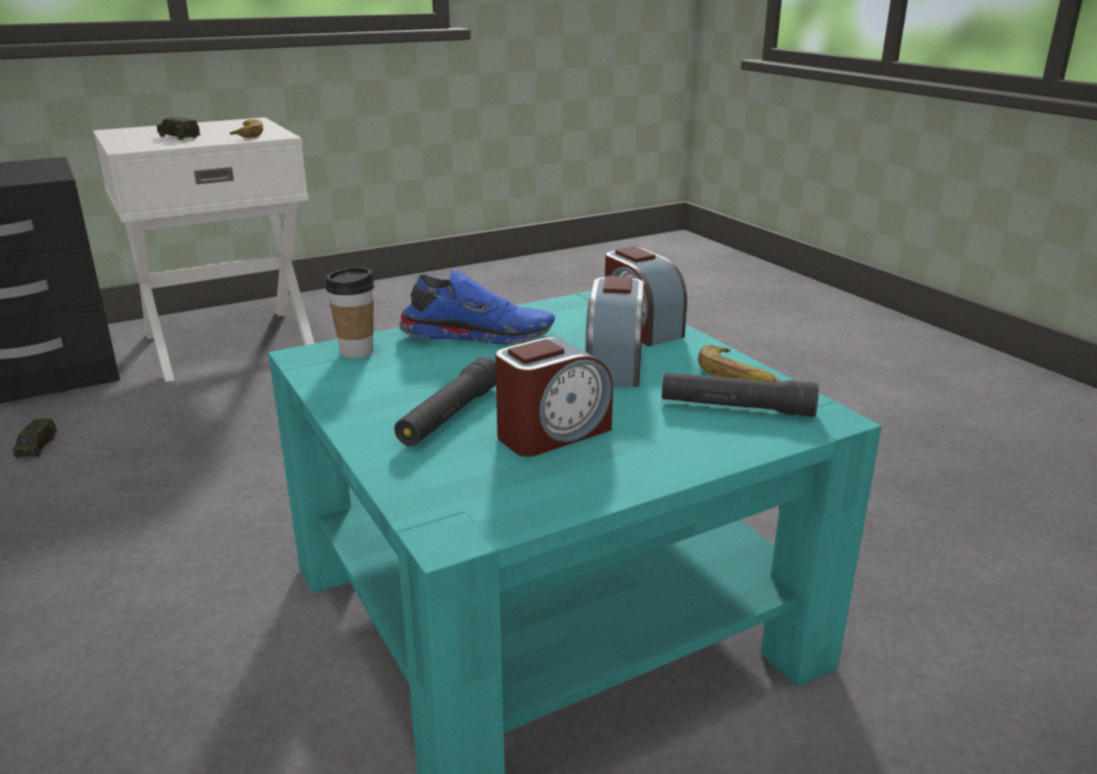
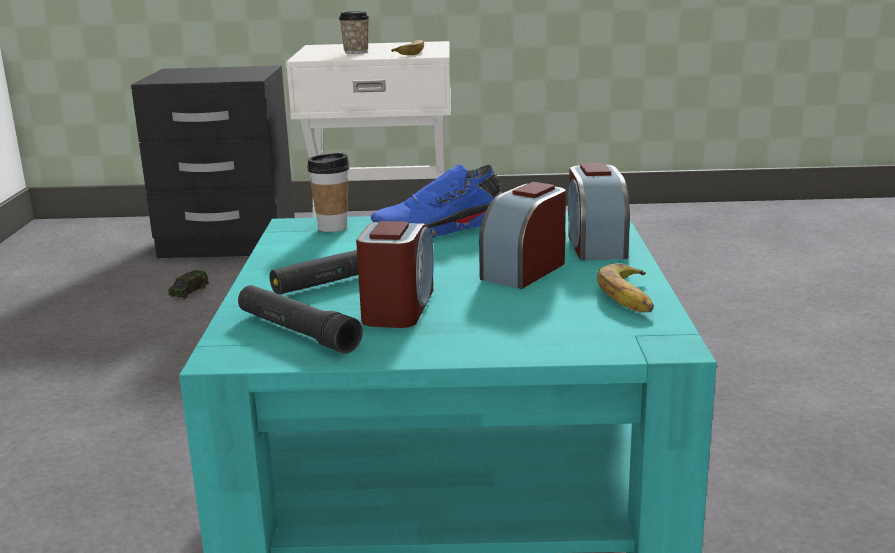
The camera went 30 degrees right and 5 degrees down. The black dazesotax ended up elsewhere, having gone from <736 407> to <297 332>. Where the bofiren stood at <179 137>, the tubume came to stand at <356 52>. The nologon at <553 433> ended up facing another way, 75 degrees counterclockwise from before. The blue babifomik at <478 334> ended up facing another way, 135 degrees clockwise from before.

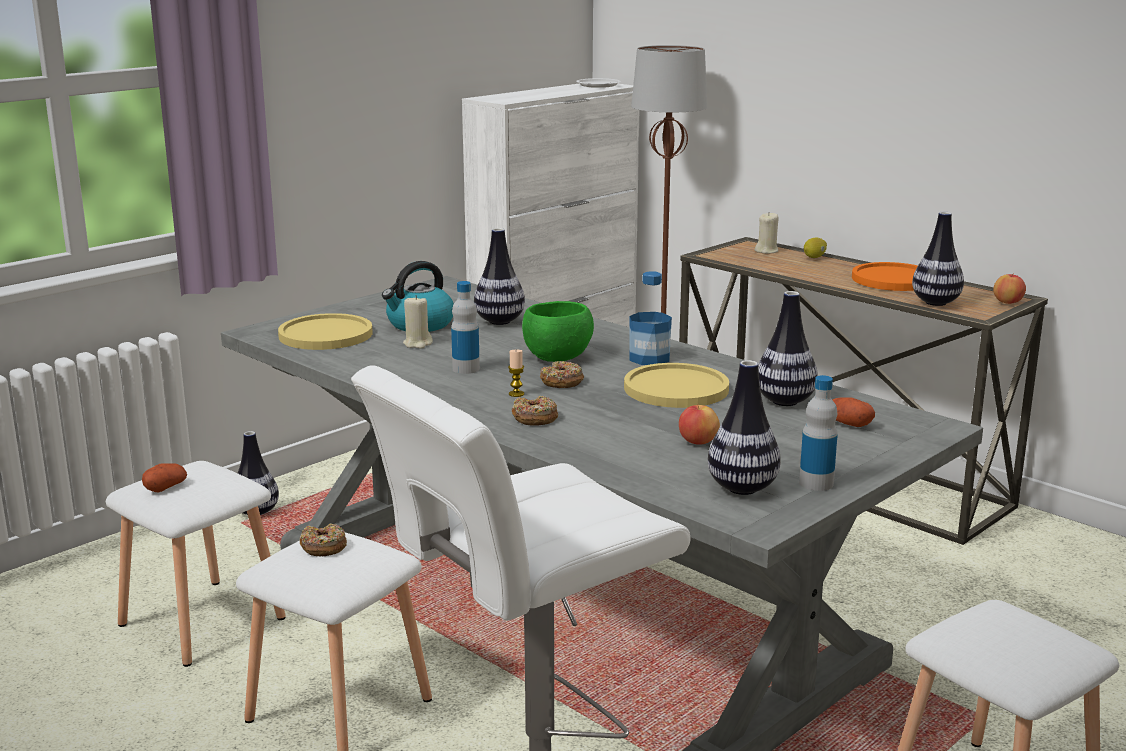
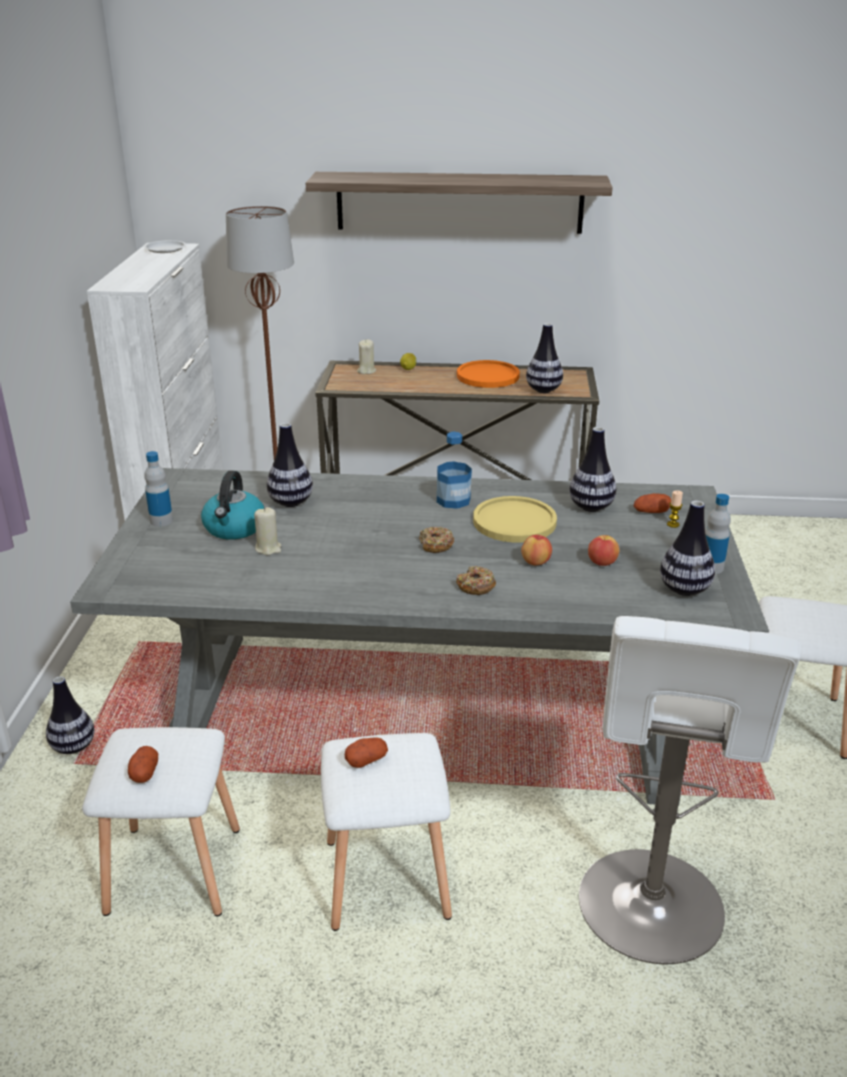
The camera went 40 degrees left and 10 degrees up. The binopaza ended up elsewhere, having gone from <466 369> to <161 521>. The second view gained the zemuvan at <459 202>. Where the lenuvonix stood at <323 547>, the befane came to stand at <366 760>. The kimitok ended up elsewhere, having gone from <1008 302> to <535 562>. The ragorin ended up elsewhere, having gone from <516 394> to <673 524>. The second view lost the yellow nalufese at <325 334>. The second view lost the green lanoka at <556 358>.

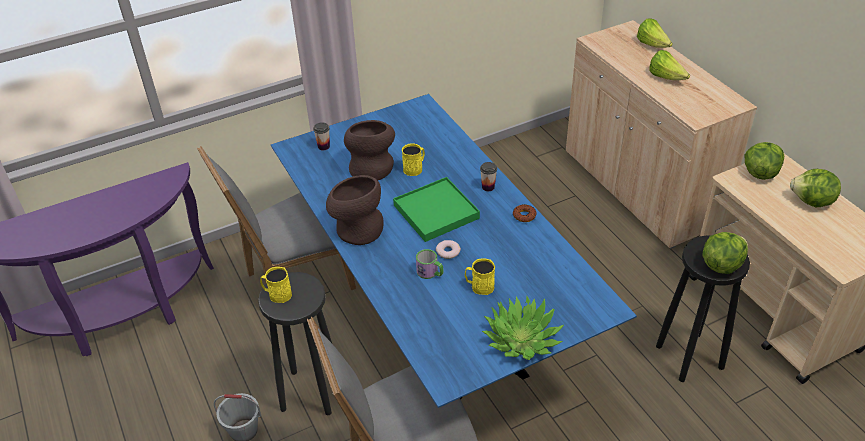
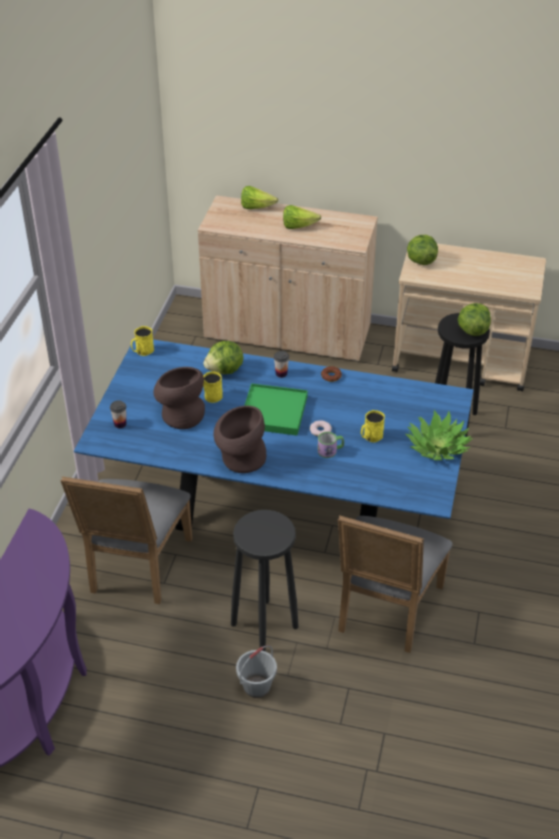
The camera went 50 degrees left and 0 degrees up. The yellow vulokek ended up elsewhere, having gone from <277 294> to <142 351>. The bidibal ended up elsewhere, having gone from <812 202> to <225 370>.

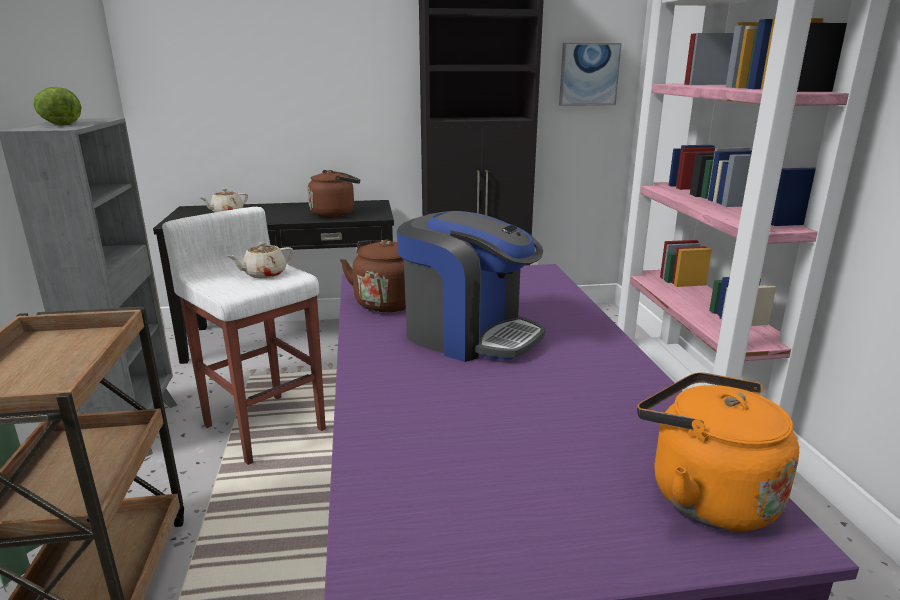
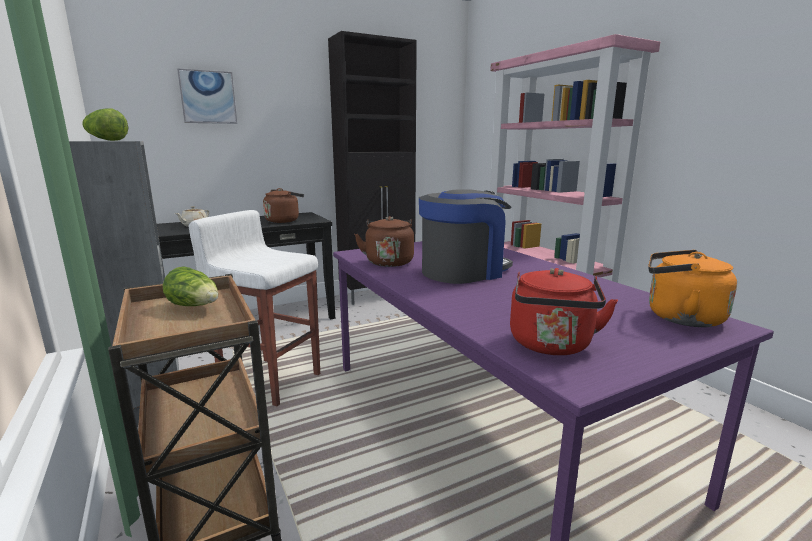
The camera went 20 degrees left and 5 degrees down. The second view gained the bidibal at <195 306>. The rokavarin ended up elsewhere, having gone from <589 74> to <208 97>. The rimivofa at <469 335> ended up facing another way, 45 degrees counterclockwise from before. The second view gained the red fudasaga at <551 346>. The second view lost the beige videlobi at <264 274>.

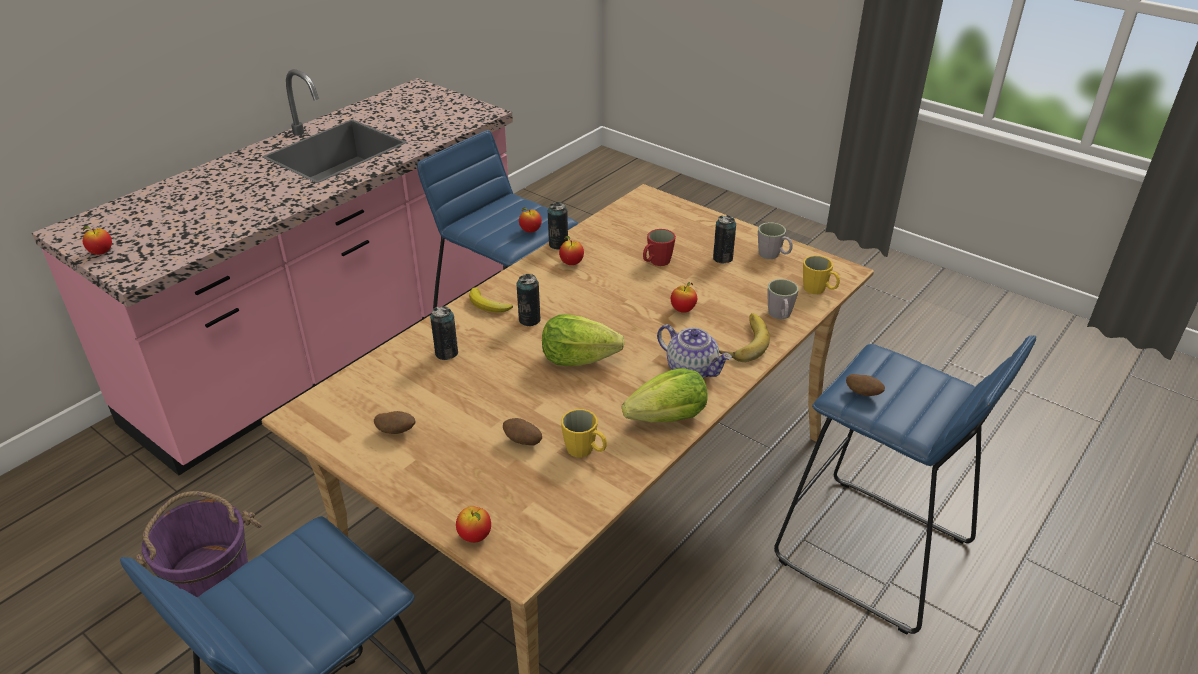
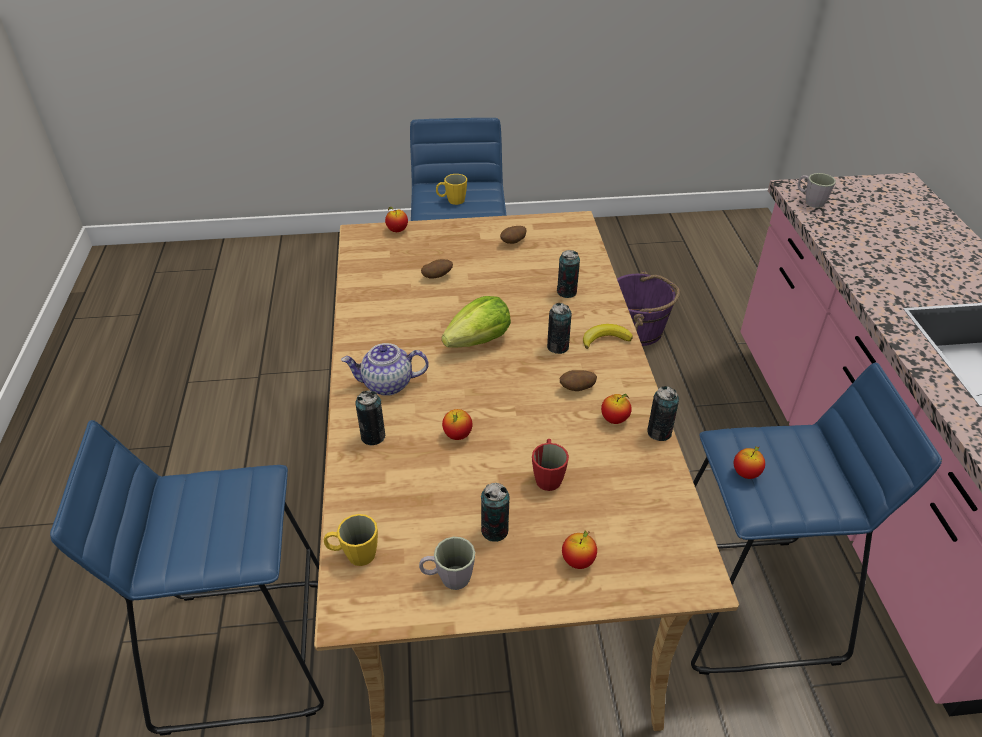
The camera went 135 degrees right and 5 degrees up. Where the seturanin stood at <743 341>, the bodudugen came to stand at <373 436>. The yellow vulokek ended up elsewhere, having gone from <585 451> to <452 200>. The befane ended up elsewhere, having gone from <863 394> to <577 389>. The kimitok ended up elsewhere, having gone from <101 252> to <578 561>. The grey vulokek ended up elsewhere, having gone from <780 316> to <810 201>. The second view lost the bidibal at <668 418>.

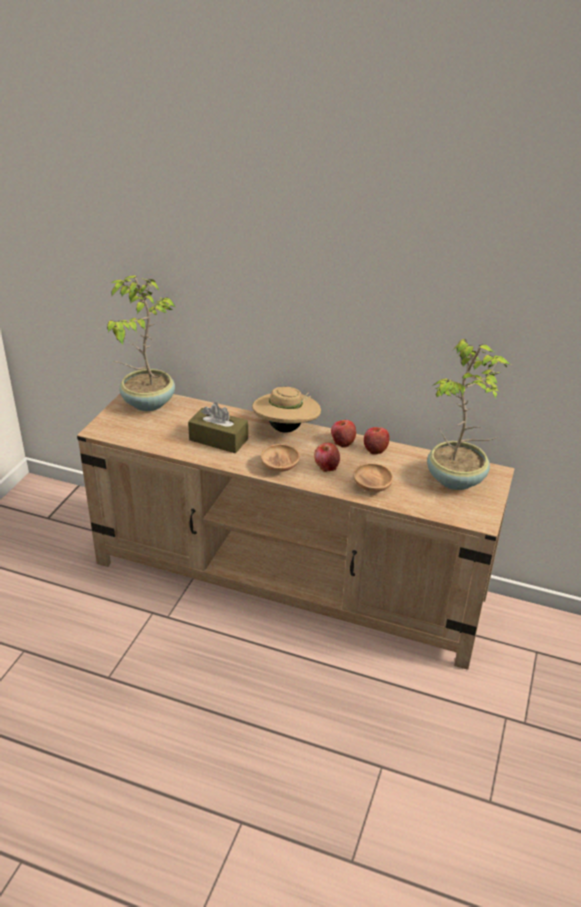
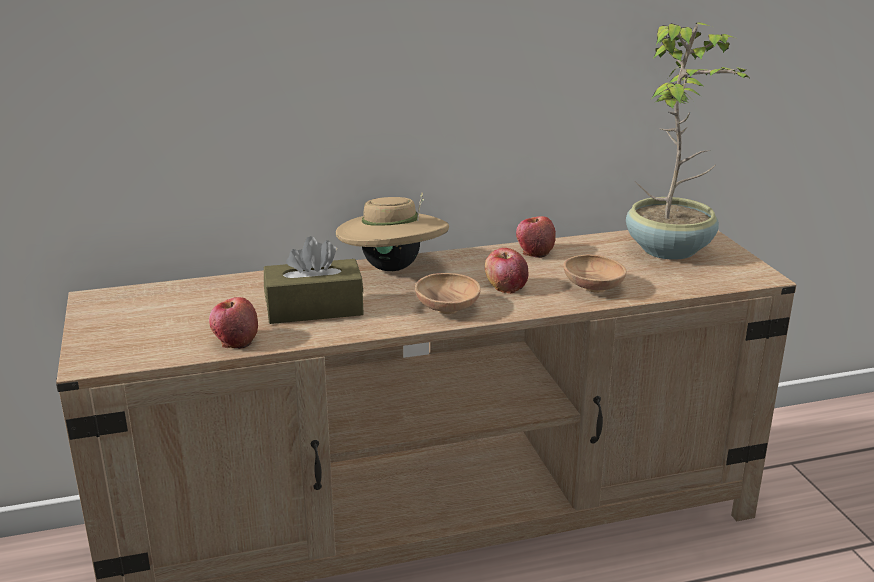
The camera went 35 degrees left and 10 degrees down. The kimitok ended up elsewhere, having gone from <342 441> to <235 340>. The second view lost the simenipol at <147 403>.

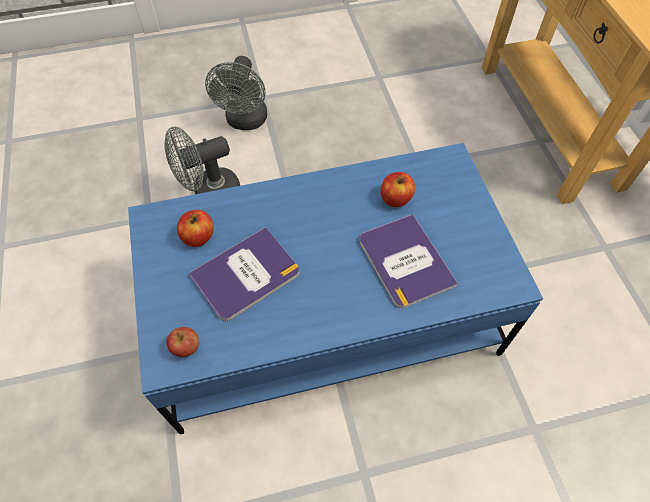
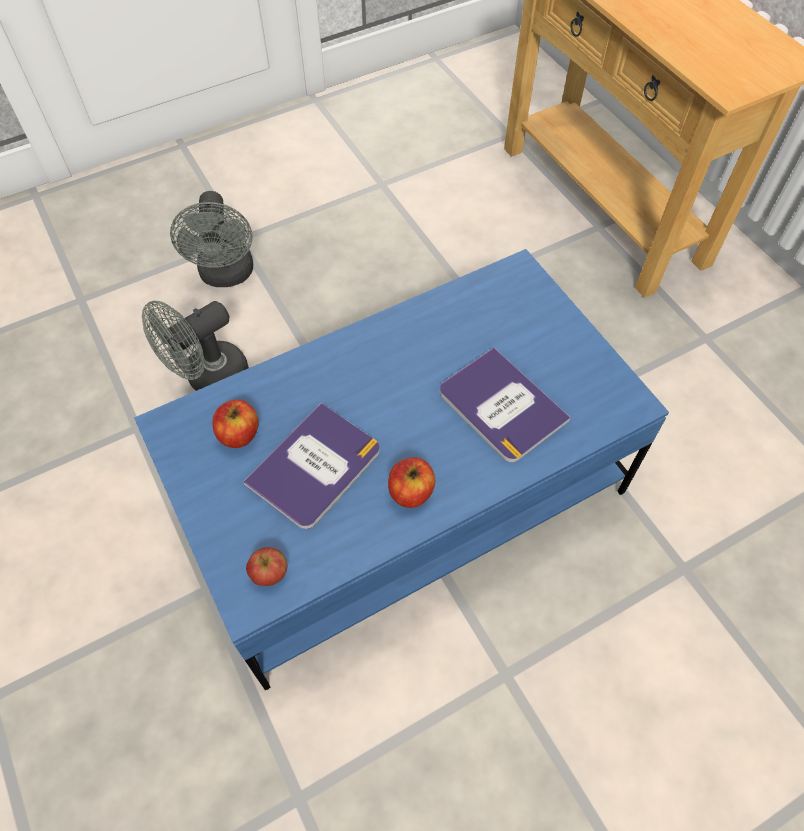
The camera went 15 degrees left and 0 degrees up. The kimitok ended up elsewhere, having gone from <395 198> to <411 492>.

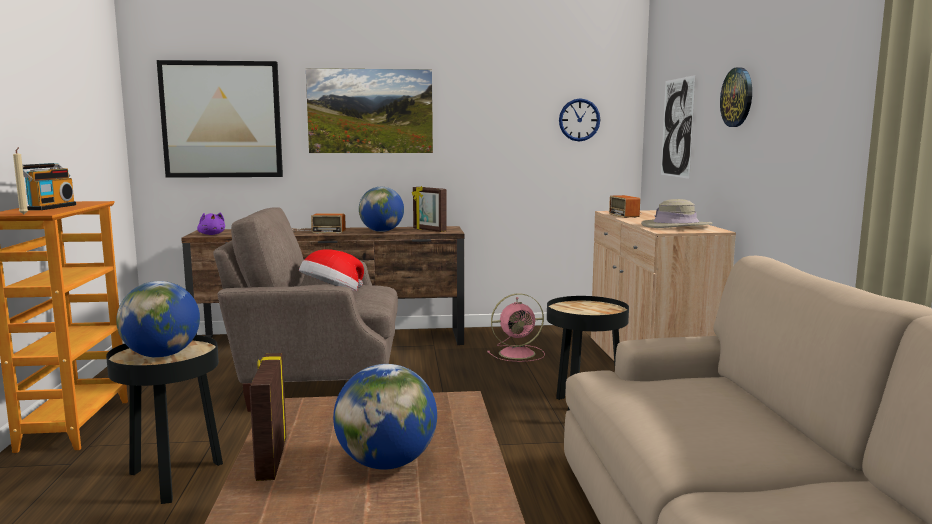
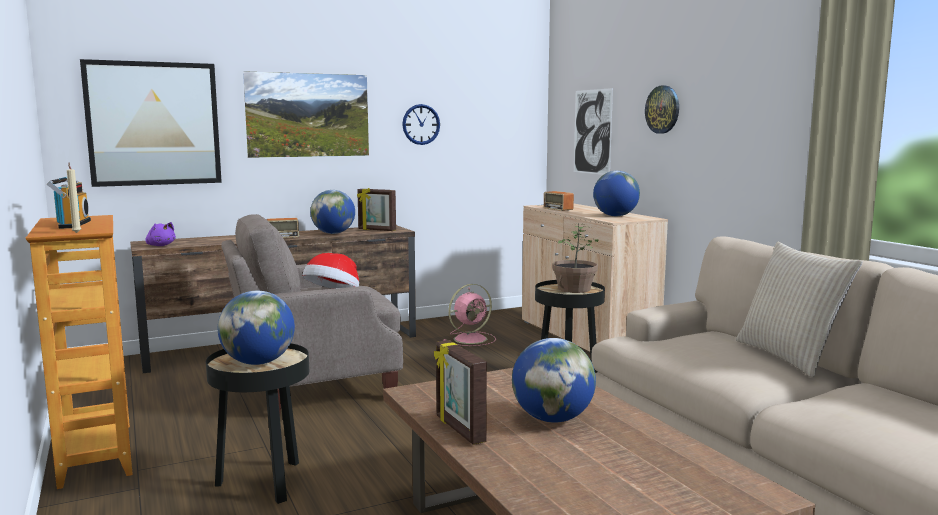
The camera went 20 degrees left and 0 degrees up. The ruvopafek ended up elsewhere, having gone from <579 120> to <421 124>. The second view gained the simenipol at <573 289>. Where the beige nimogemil stood at <676 226>, the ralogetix came to stand at <615 216>. The second view gained the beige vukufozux at <789 357>.

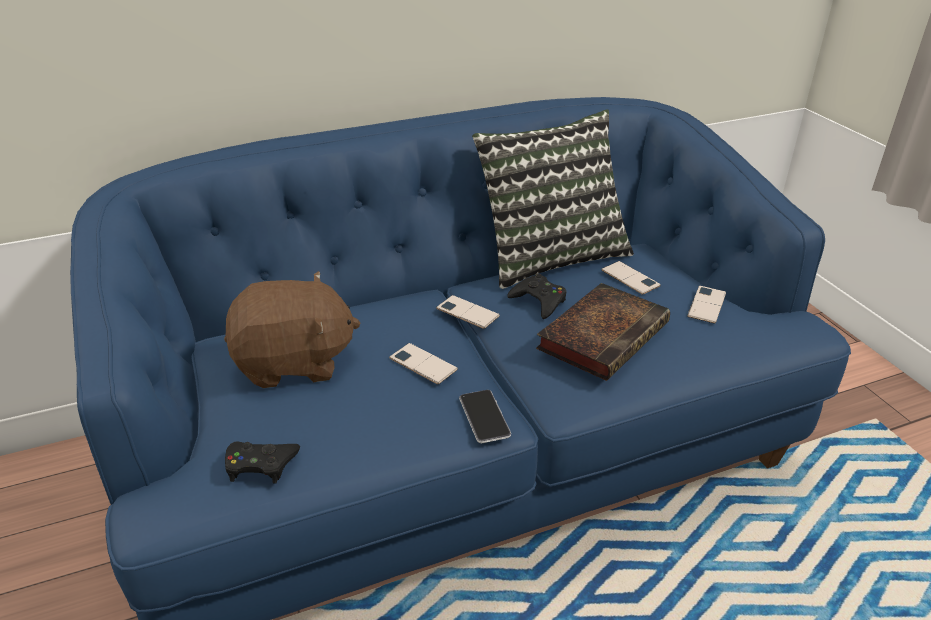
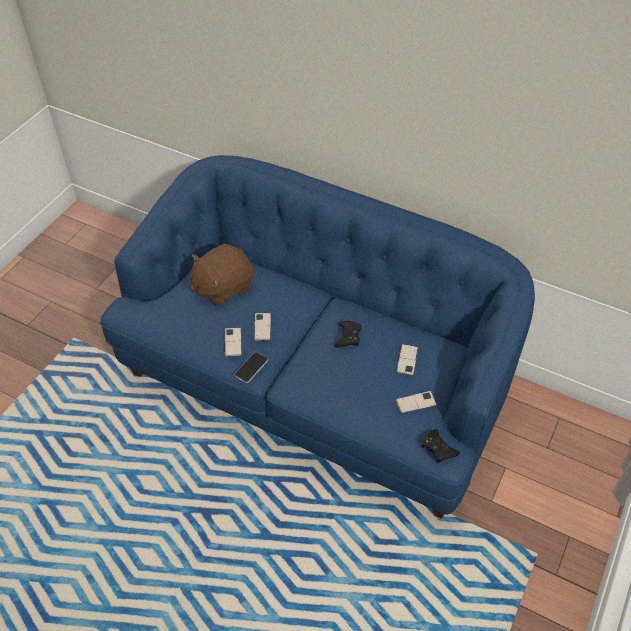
The camera went 50 degrees right and 15 degrees up. The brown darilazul at <294 362> ended up facing another way, 105 degrees clockwise from before. The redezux ended up elsewhere, having gone from <467 312> to <233 342>. The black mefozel ended up elsewhere, having gone from <260 465> to <438 448>. The second view lost the vukufozux at <550 255>. The second view lost the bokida at <603 335>.

